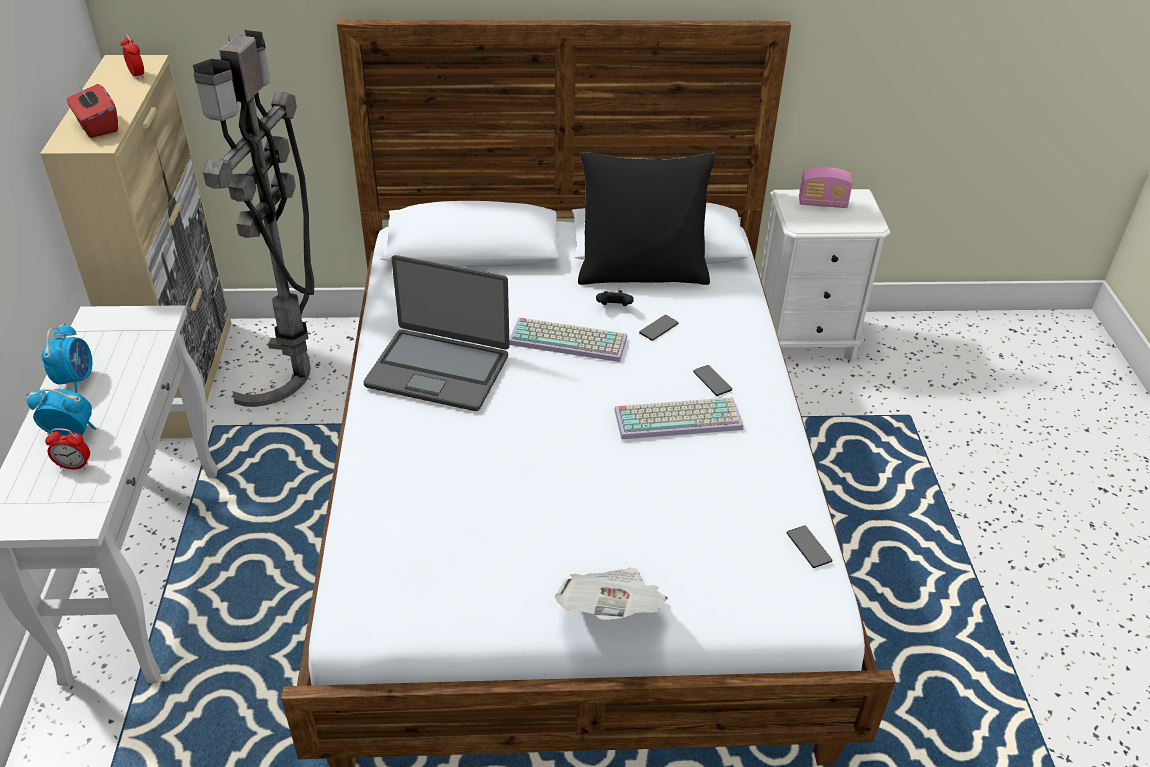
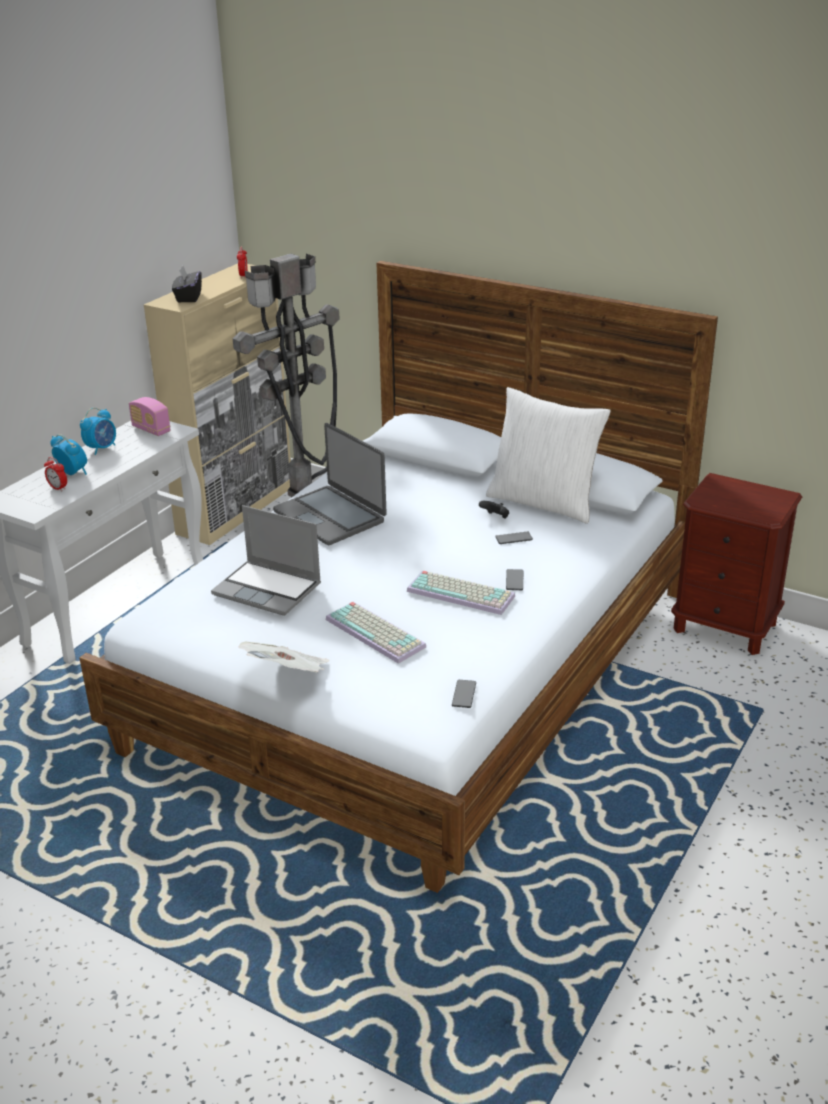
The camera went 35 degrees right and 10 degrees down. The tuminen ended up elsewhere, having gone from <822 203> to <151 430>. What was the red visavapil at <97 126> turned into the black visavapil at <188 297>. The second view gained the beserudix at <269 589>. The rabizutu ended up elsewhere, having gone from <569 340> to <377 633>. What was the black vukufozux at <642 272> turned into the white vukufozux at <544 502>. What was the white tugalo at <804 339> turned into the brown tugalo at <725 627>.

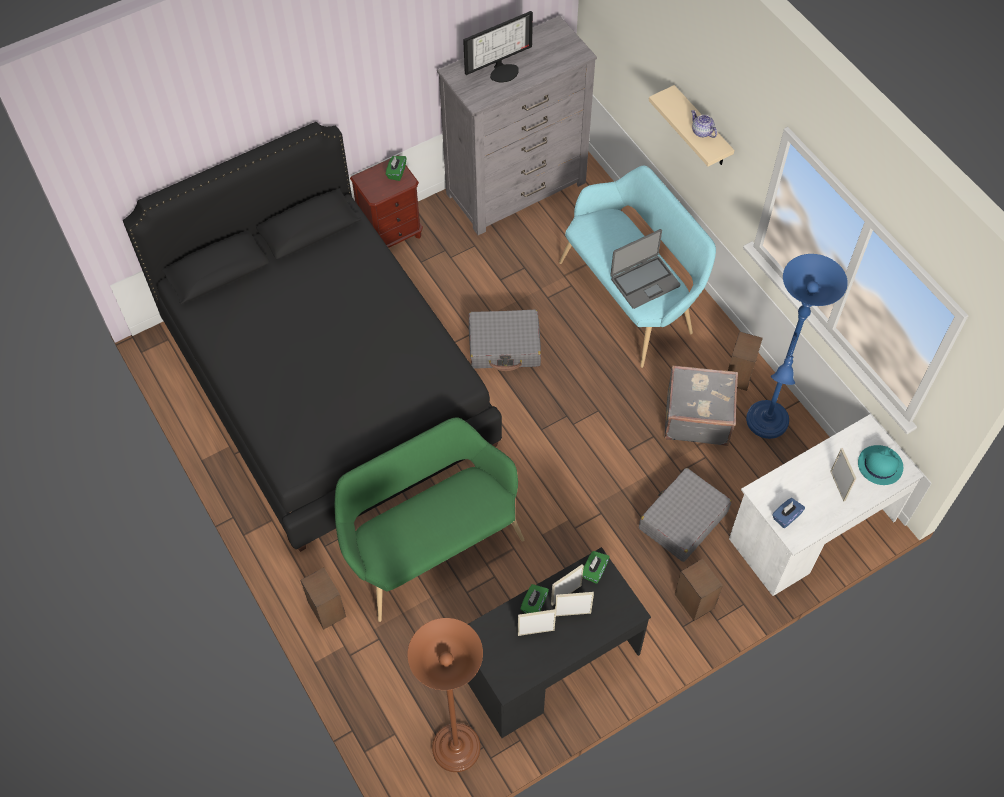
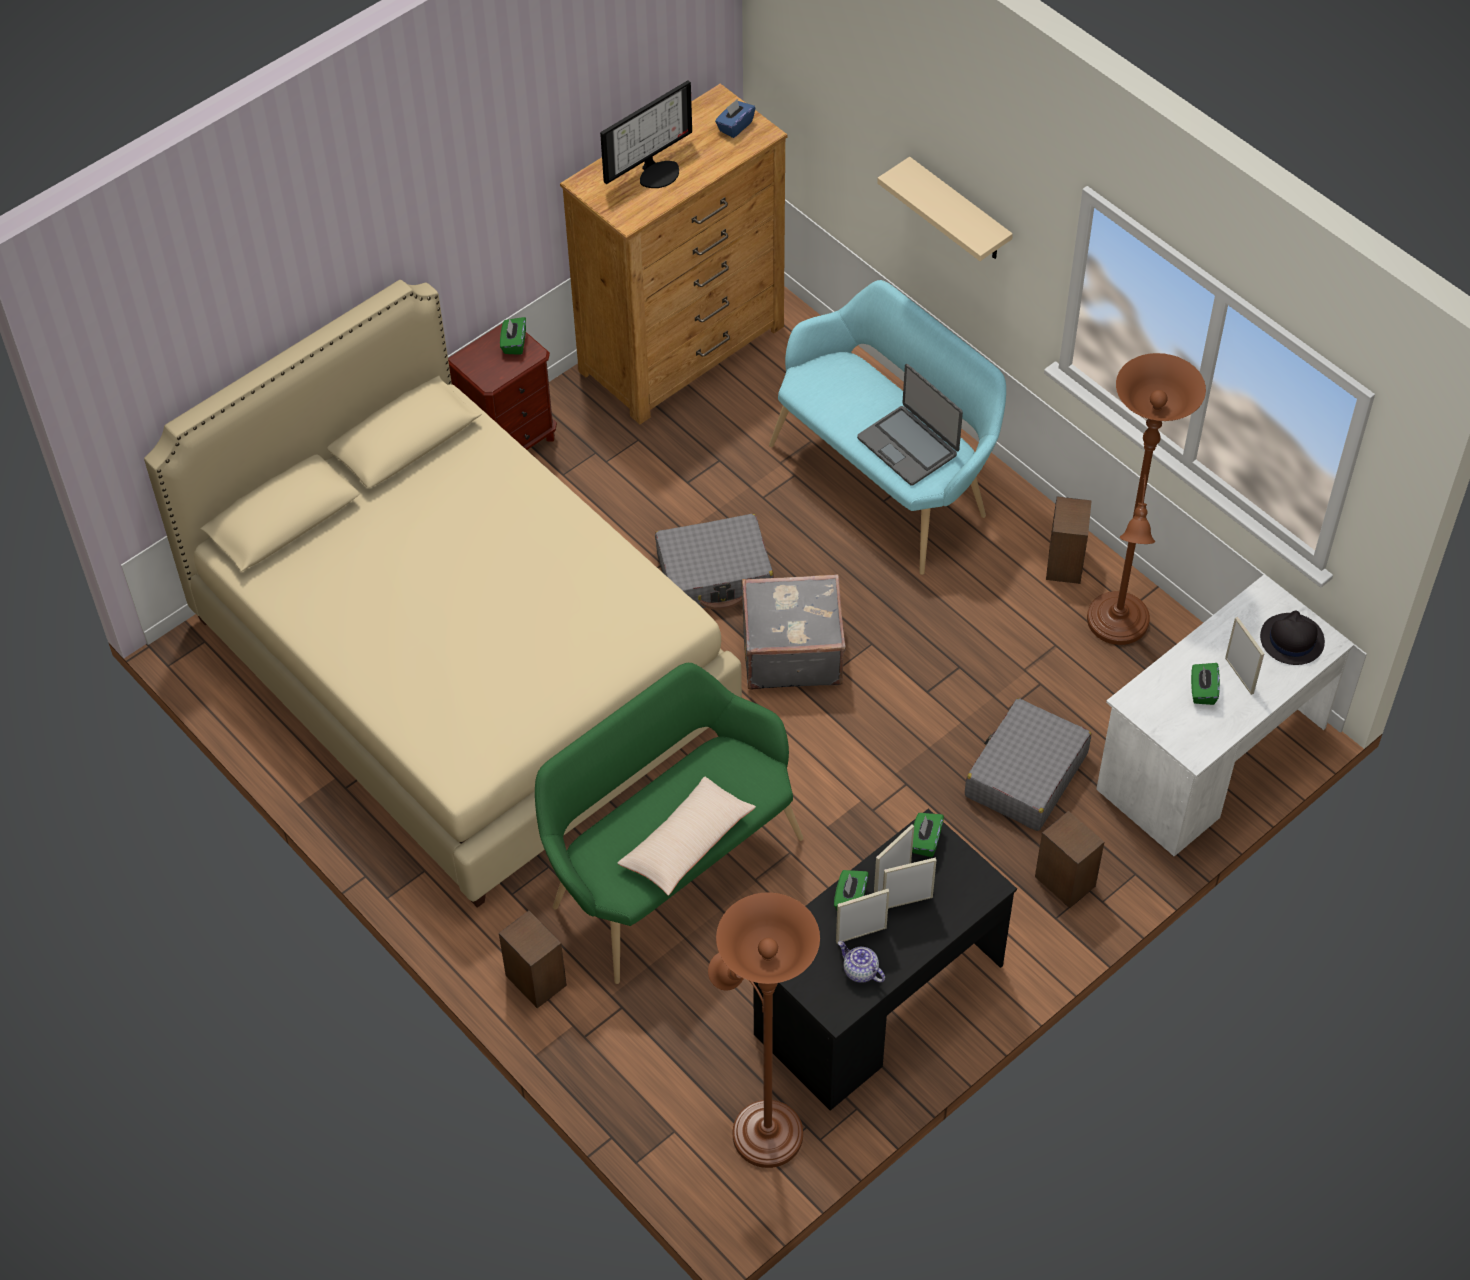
The camera went 10 degrees left and 5 degrees down. What was the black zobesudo at <327 383> turned into the beige zobesudo at <462 667>. What was the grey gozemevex at <516 188> turned into the brown gozemevex at <683 349>. The second view gained the beige vukufozux at <687 843>. The blue visavapil ended up elsewhere, having gone from <786 517> to <735 126>. The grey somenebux ended up elsewhere, having gone from <696 416> to <791 651>. The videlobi ended up elsewhere, having gone from <701 131> to <860 971>. The beserudix at <644 282> ended up facing another way, 90 degrees clockwise from before. What was the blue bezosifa at <766 425> turned into the brown bezosifa at <1117 627>. The second view gained the green visavapil at <1202 691>. What was the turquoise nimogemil at <879 465> turned into the black nimogemil at <1291 640>.

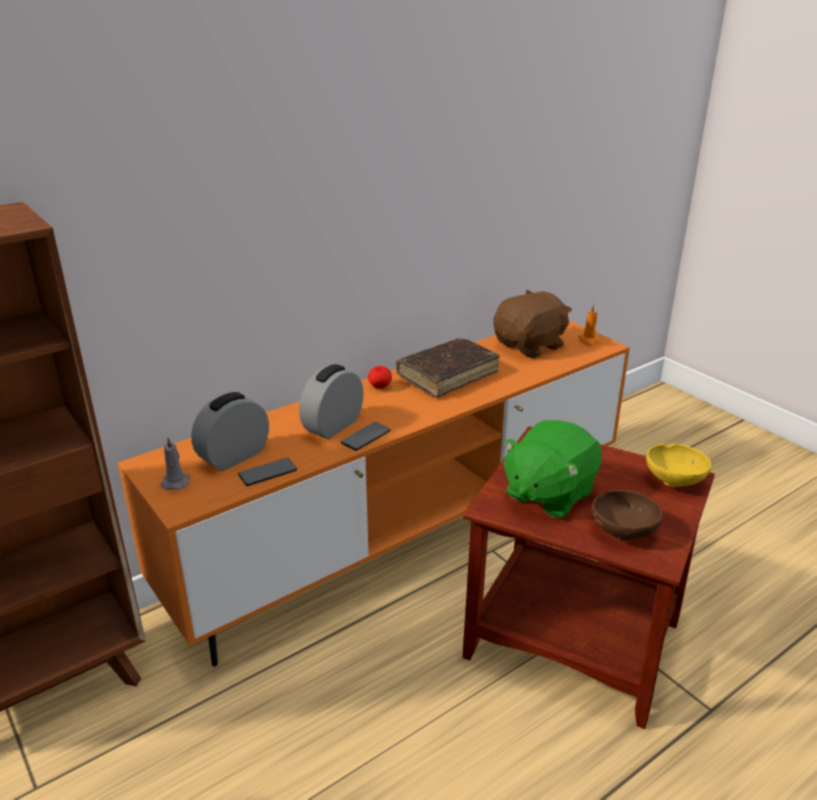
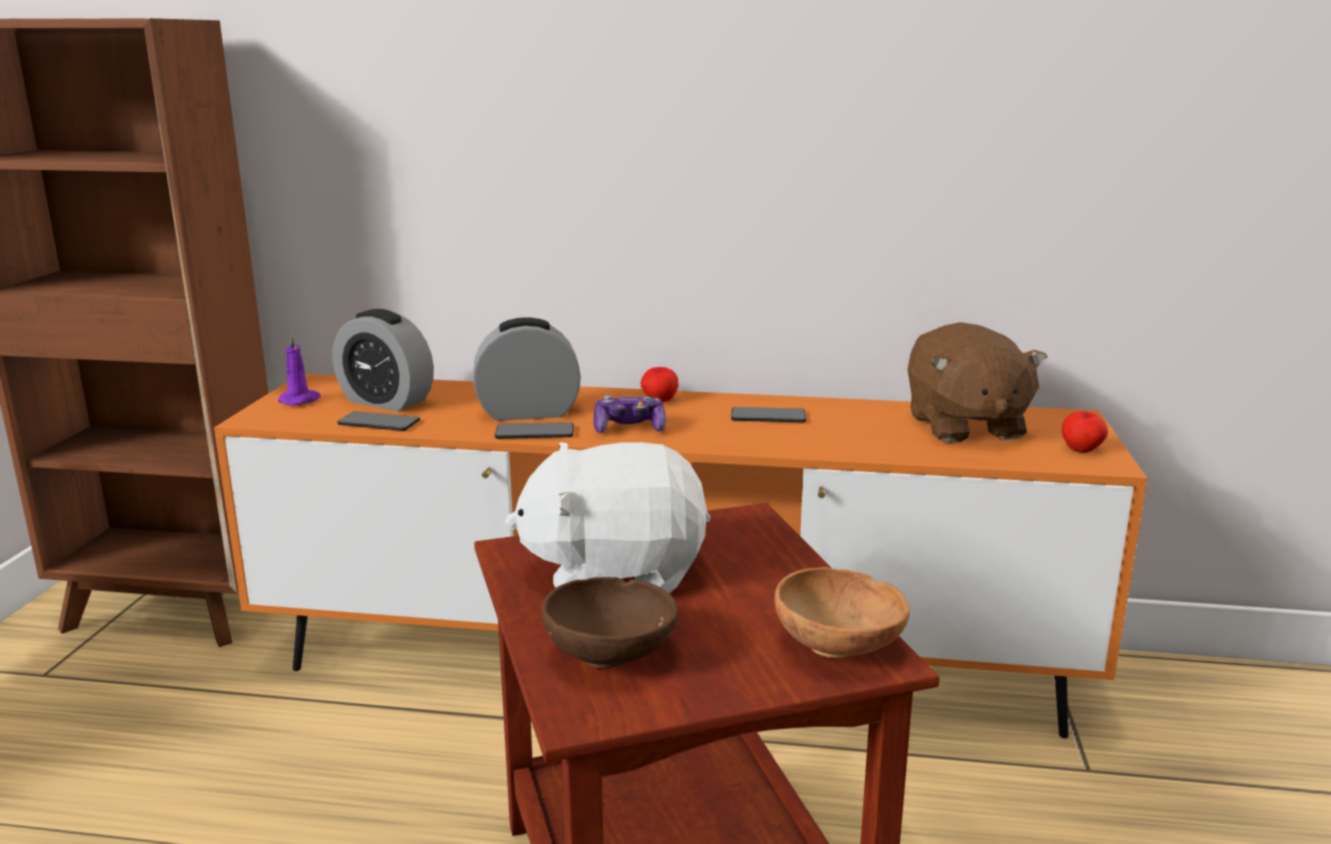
The camera went 45 degrees right and 10 degrees down. What was the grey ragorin at <176 481> turned into the purple ragorin at <301 400>. The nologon at <234 456> ended up facing another way, 150 degrees counterclockwise from before. What was the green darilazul at <548 494> turned into the white darilazul at <614 572>. The second view gained the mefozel at <629 428>. Where the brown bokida stood at <447 375>, the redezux came to stand at <768 416>. What was the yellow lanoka at <675 480> turned into the brown lanoka at <841 648>. The brown darilazul at <530 346> ended up facing another way, 75 degrees clockwise from before. Where the orange ragorin stood at <589 341>, the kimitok came to stand at <1081 450>.

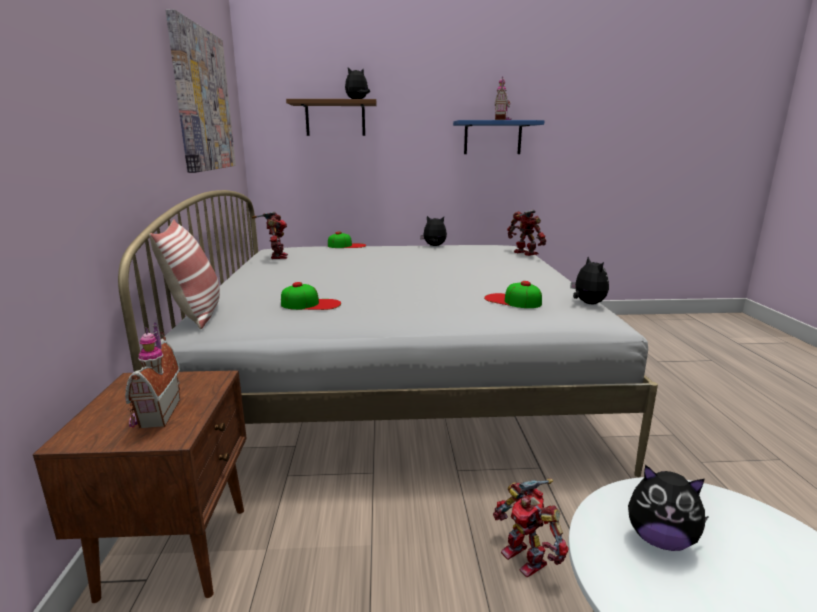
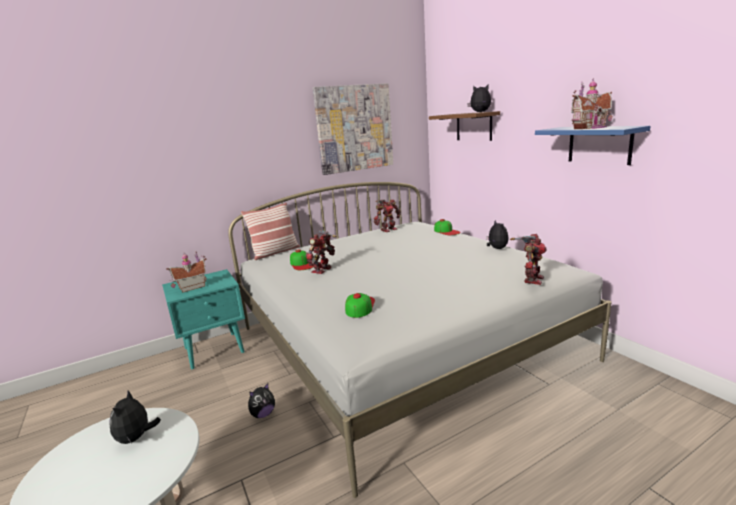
The camera went 65 degrees right and 0 degrees up. What was the brown tugalo at <178 548> turned into the turquoise tugalo at <215 350>. The darilazul ended up elsewhere, having gone from <587 303> to <263 414>. The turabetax ended up elsewhere, having gone from <526 557> to <323 270>.

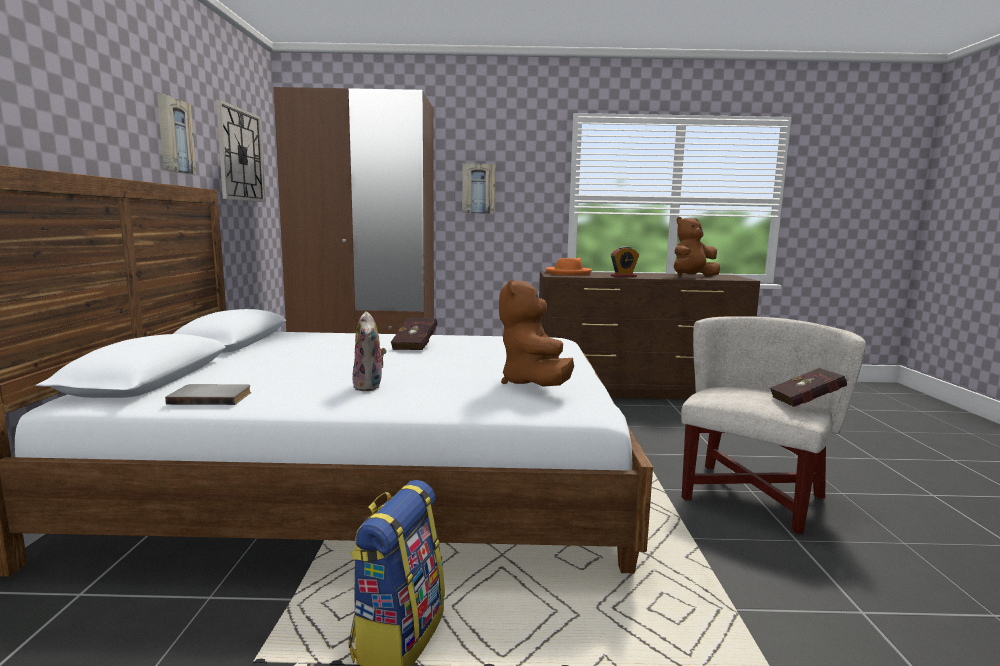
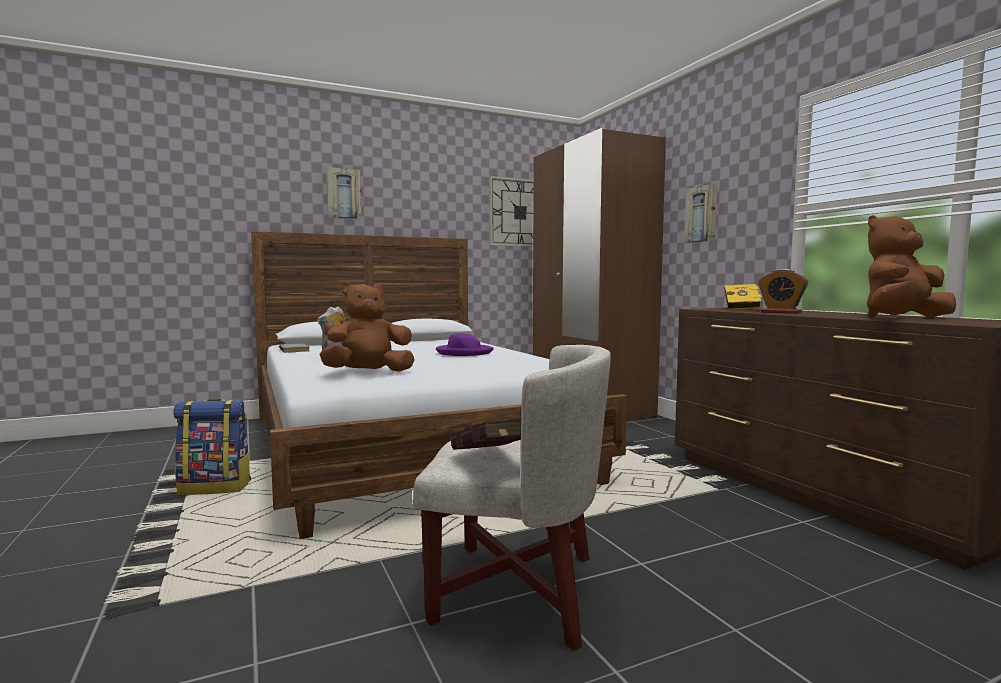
The camera went 65 degrees right and 5 degrees down. The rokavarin ended up elsewhere, having gone from <174 136> to <343 194>. Where the red bokida stood at <416 346>, the purple nimogemil came to stand at <463 352>. Where the orange nimogemil stood at <568 273>, the yellow bokida came to stand at <742 309>. The brown darilazul at <692 276> ended up facing another way, 60 degrees counterclockwise from before.

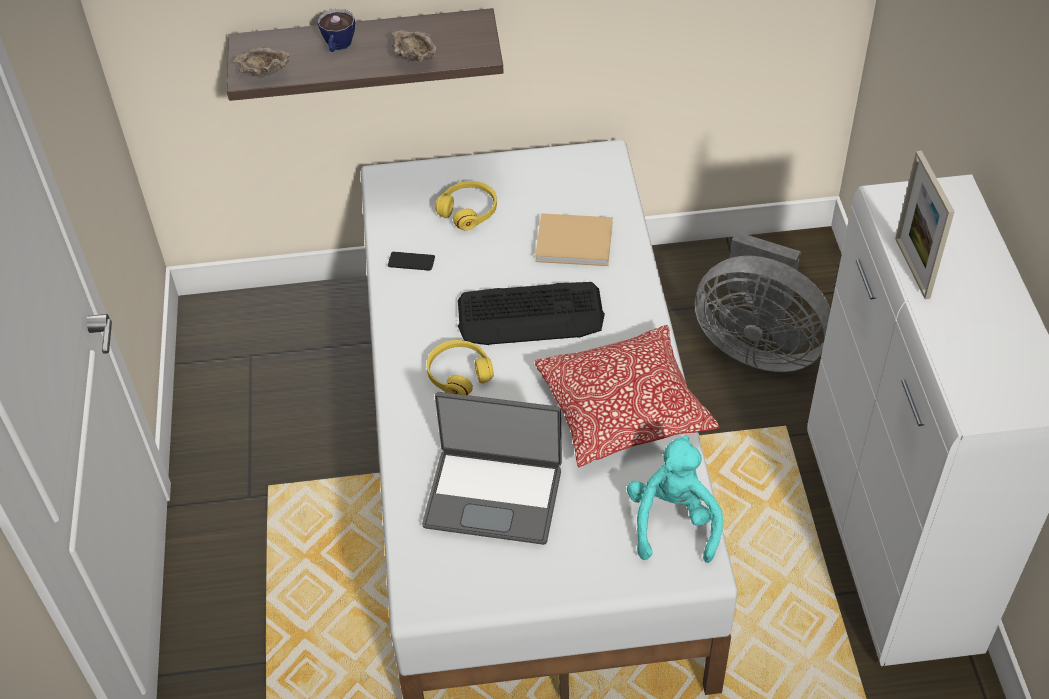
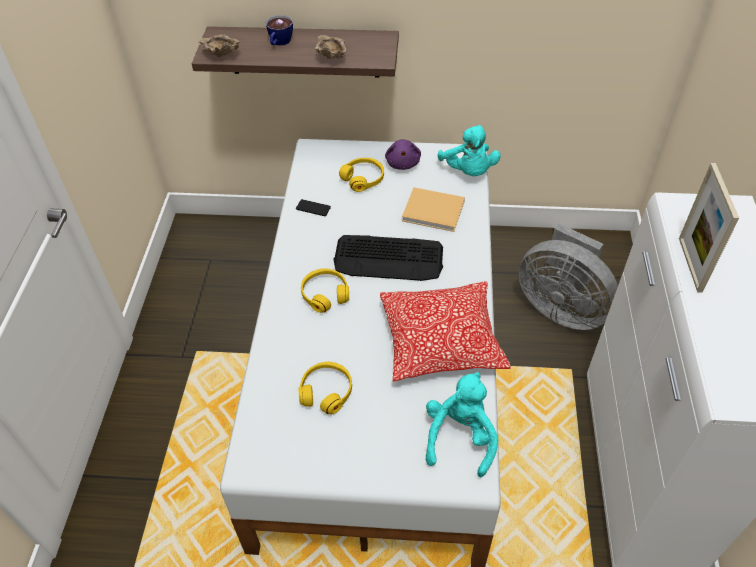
The camera went 10 degrees right and 0 degrees up. Where the beserudix stood at <494 495>, the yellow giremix came to stand at <326 391>. The second view gained the purple darilazul at <403 163>. The second view gained the turquoise darilazul at <468 171>.

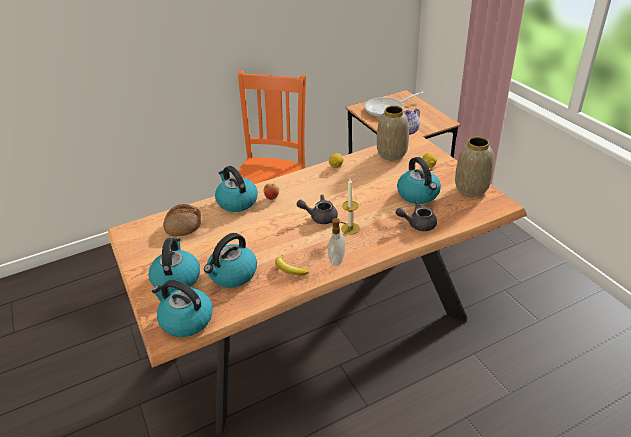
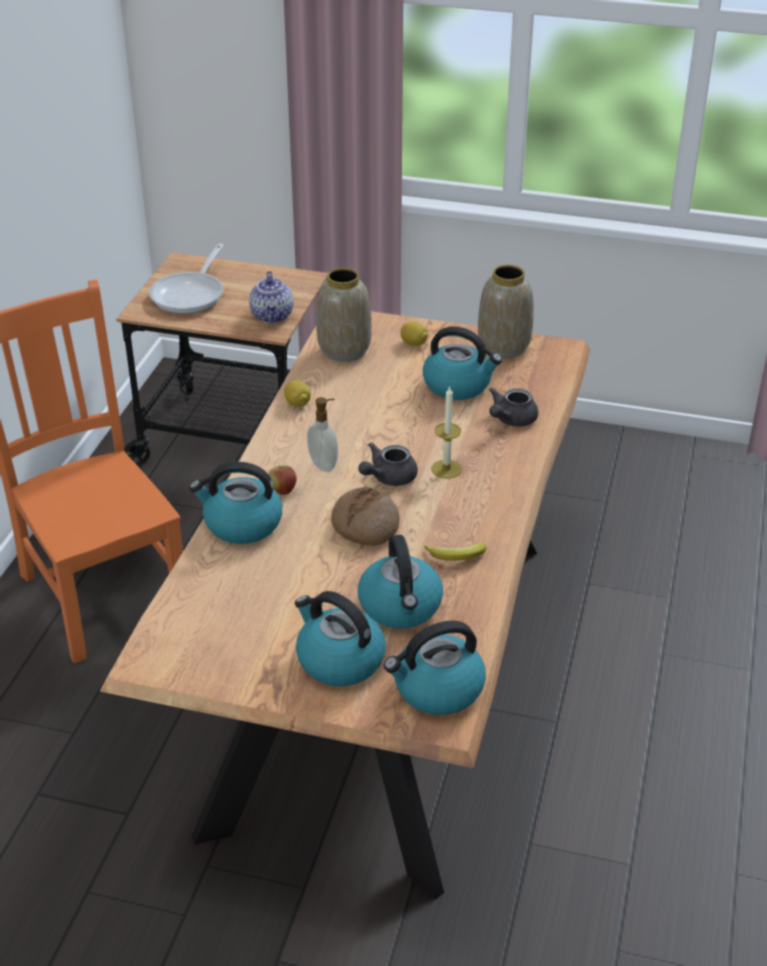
The camera went 50 degrees left and 0 degrees up. The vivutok ended up elsewhere, having gone from <337 260> to <324 464>. The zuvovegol ended up elsewhere, having gone from <183 225> to <365 526>.

